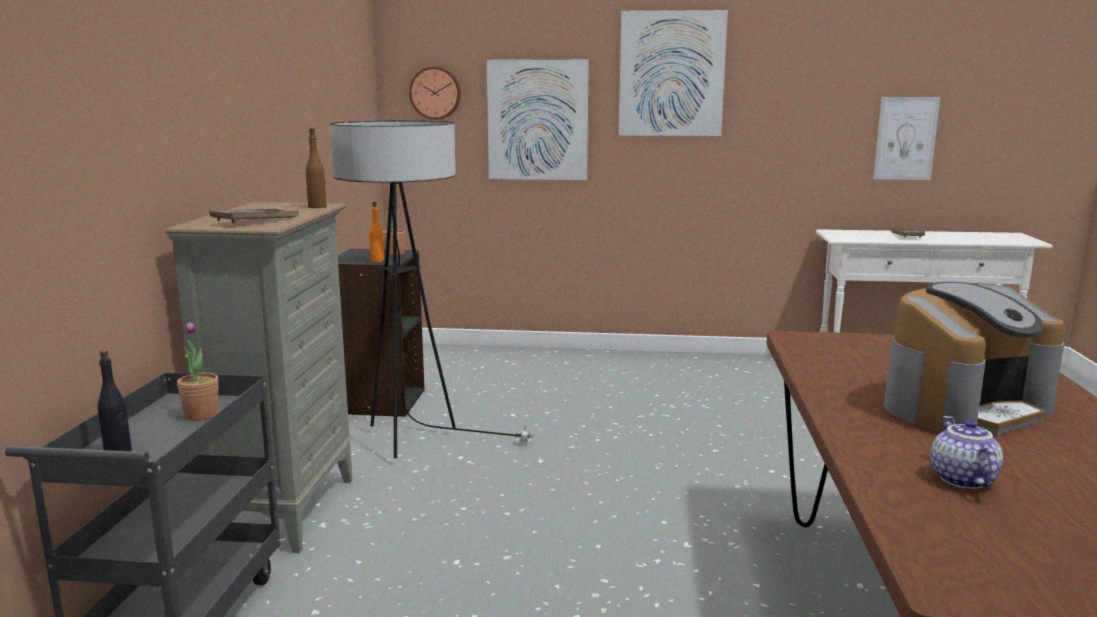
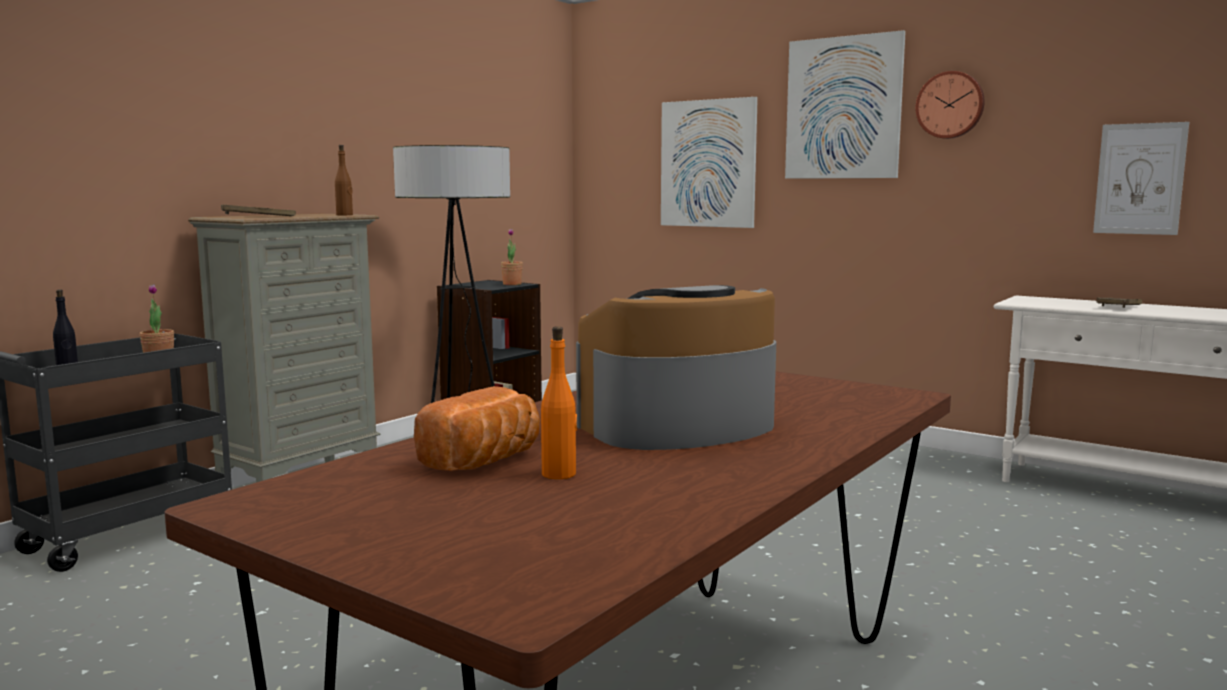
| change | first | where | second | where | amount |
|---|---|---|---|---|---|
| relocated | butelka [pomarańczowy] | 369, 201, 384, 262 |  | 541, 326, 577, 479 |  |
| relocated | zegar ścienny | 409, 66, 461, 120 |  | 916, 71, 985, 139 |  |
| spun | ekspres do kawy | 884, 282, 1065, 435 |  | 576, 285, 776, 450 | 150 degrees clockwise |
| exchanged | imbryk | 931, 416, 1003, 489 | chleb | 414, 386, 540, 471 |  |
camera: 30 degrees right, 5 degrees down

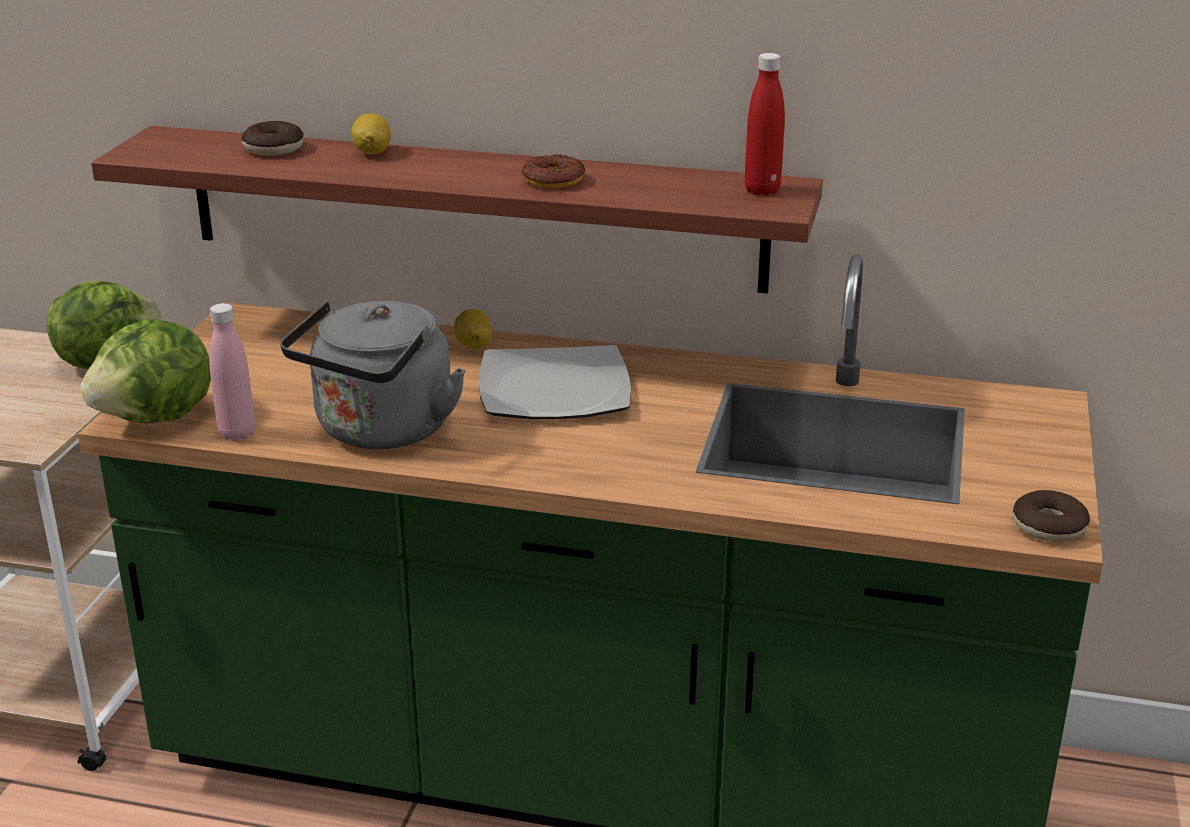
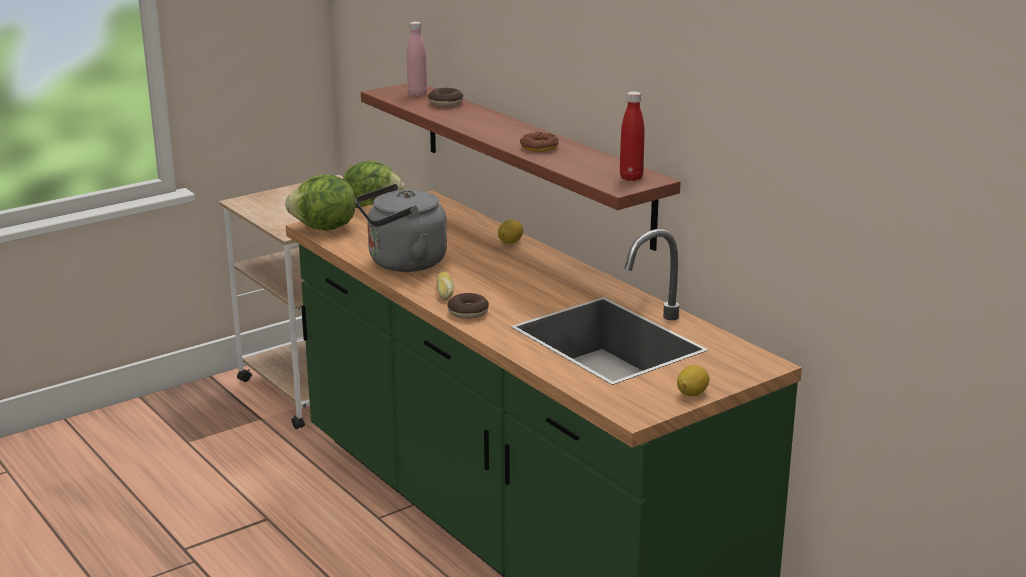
| change | first | where | second | where | amount |
|---|---|---|---|---|---|
| relocated | butelka [różowy] | 209, 303, 255, 441 |  | 407, 22, 427, 96 |  |
| relocated | cytryna | 351, 113, 391, 154 |  | 677, 365, 709, 397 |  |
| missing | talerz | 479, 345, 631, 420 |  |  |  |
| relocated | donut | 1012, 490, 1090, 542 |  | 447, 293, 489, 319 |  |
| appeared |  |  | chleb | 436, 272, 454, 301 |  |
camera: 40 degrees right, 5 degrees down

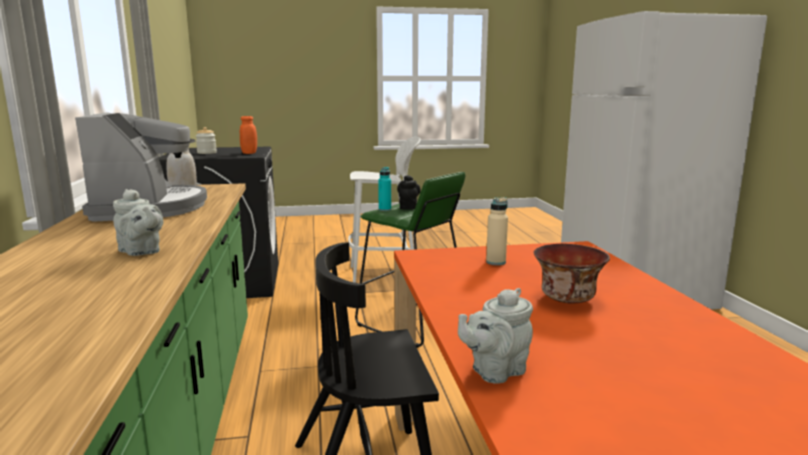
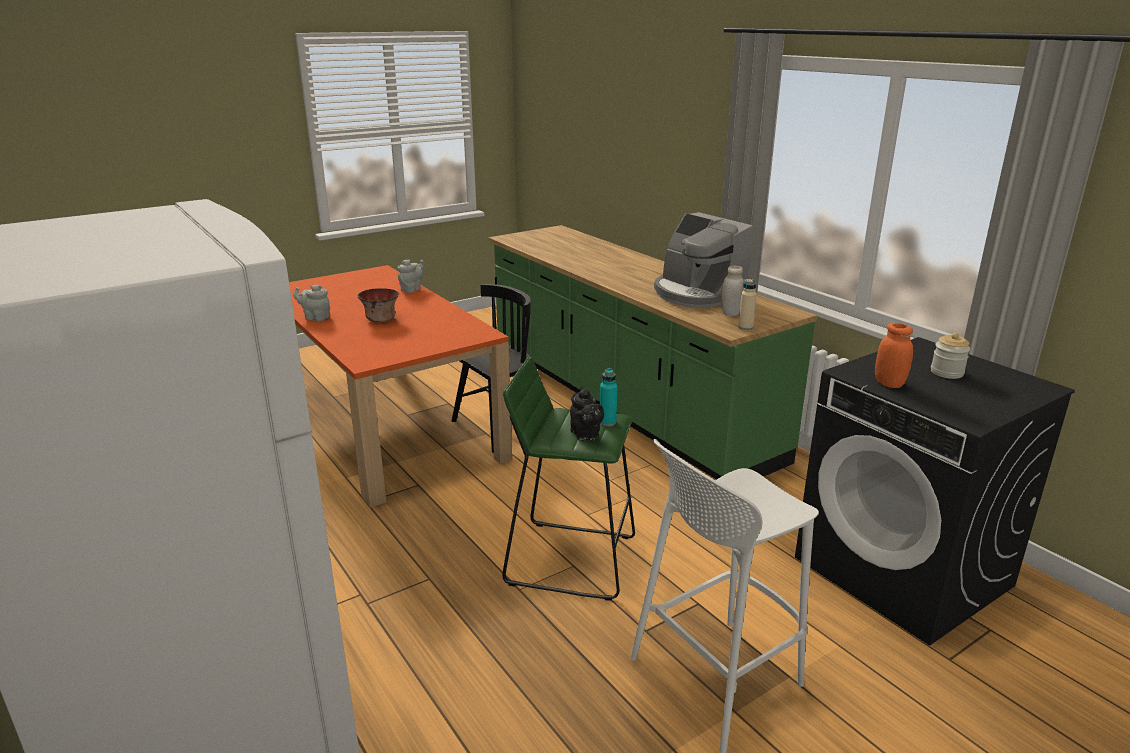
| change | first | where | second | where | amount |
|---|---|---|---|---|---|
| relocated | imbryk [szary] | 113, 189, 163, 256 |  | 293, 284, 330, 321 |  |
| relocated | butelka [beżowy] | 486, 197, 508, 265 |  | 738, 279, 757, 330 |  |
camera: 155 degrees right, 10 degrees up

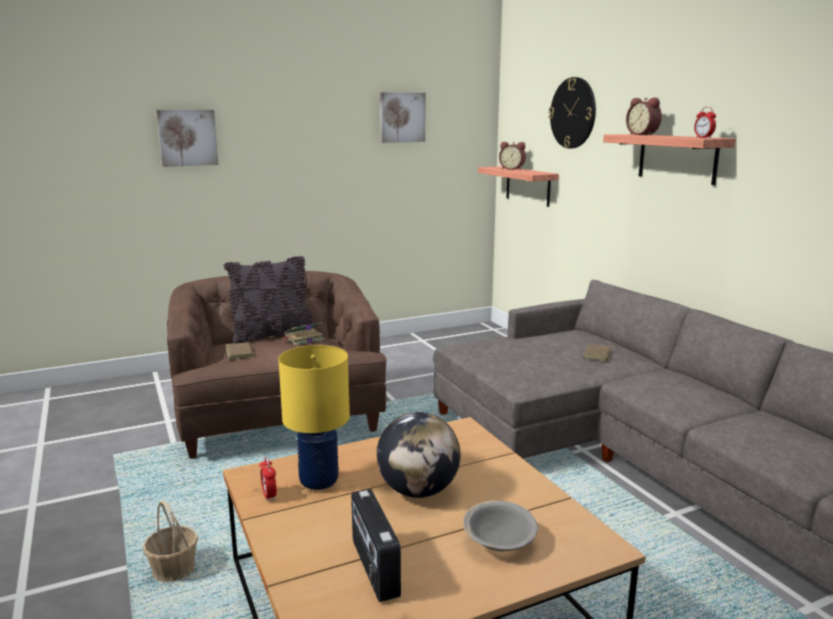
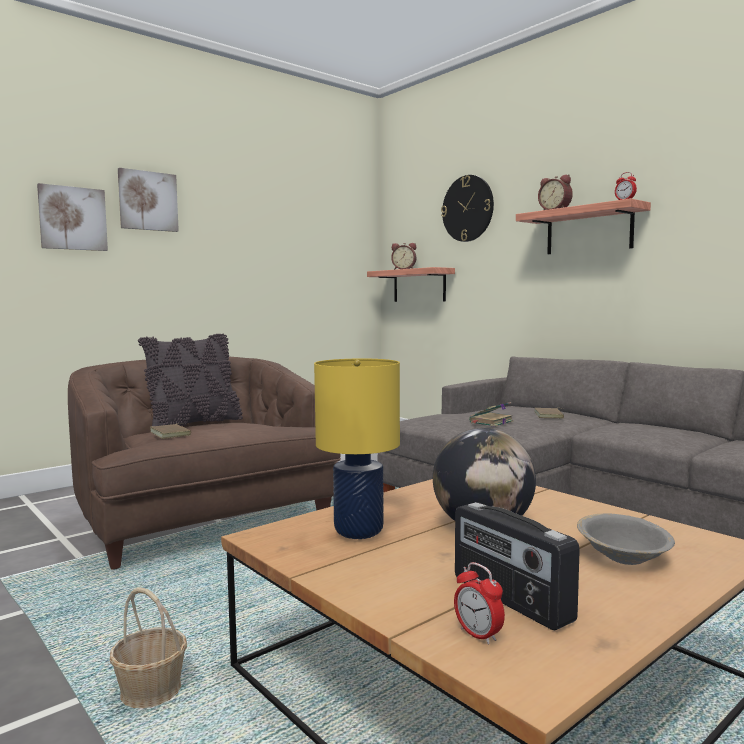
| change | first | where | second | where | amount |
|---|---|---|---|---|---|
| relocated | budzik | 259, 457, 277, 502 |  | 454, 562, 505, 645 |  |
| relocated | książka | 282, 322, 325, 346 |  | 469, 402, 514, 427 |  |
| relocated | obraz | 380, 92, 425, 143 |  | 118, 168, 179, 232 |  |
camera: 15 degrees left, 10 degrees down

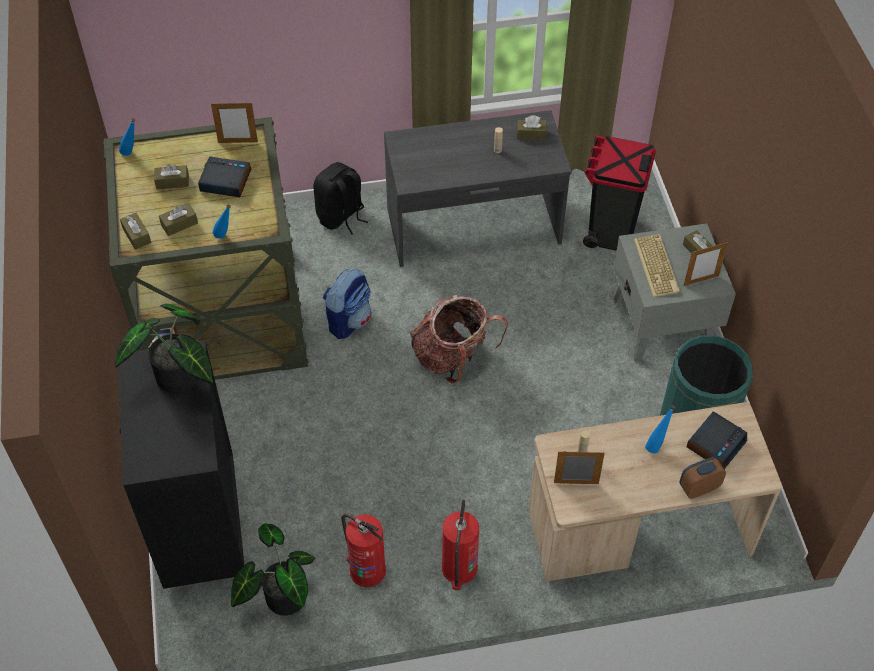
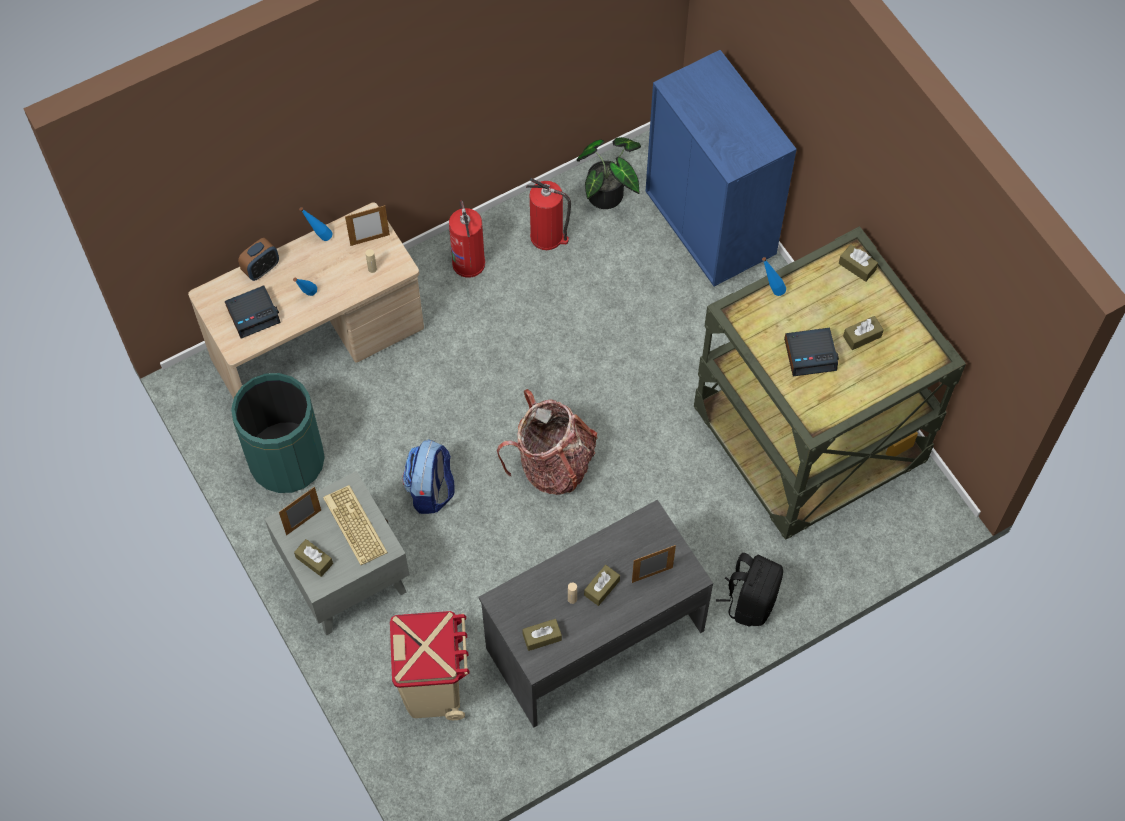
| change | first | where | second | where | amount |
|---|---|---|---|---|---|
| missing | roślina doniczkowa | 115, 304, 214, 393 |  |  |  |
| colour | szafka [czarny] | 118, 341, 244, 589 | szafka [niebieski] | 646, 50, 797, 287 |  |
| relocated | butelka [niebieski] | 119, 118, 136, 156 |  | 299, 207, 332, 241 |  |
| relocated | pudełko chusteczek [brązowy] | 159, 203, 198, 236 |  | 584, 565, 620, 606 |  |
| relocated | ramka na zdjęcie | 211, 102, 258, 143 |  | 632, 545, 676, 583 |  |
| relocated | plecak | 323, 269, 371, 339 |  | 402, 439, 454, 514 |  |
| colour | kosz na śmieci [czarny] | 583, 135, 656, 251 | kosz na śmieci [beżowy] | 390, 611, 469, 720 |  |
| spun | budzik | 687, 412, 747, 469 |  | 225, 286, 281, 339 | 135 degrees counterclockwise |
camera: 160 degrees right, 10 degrees up

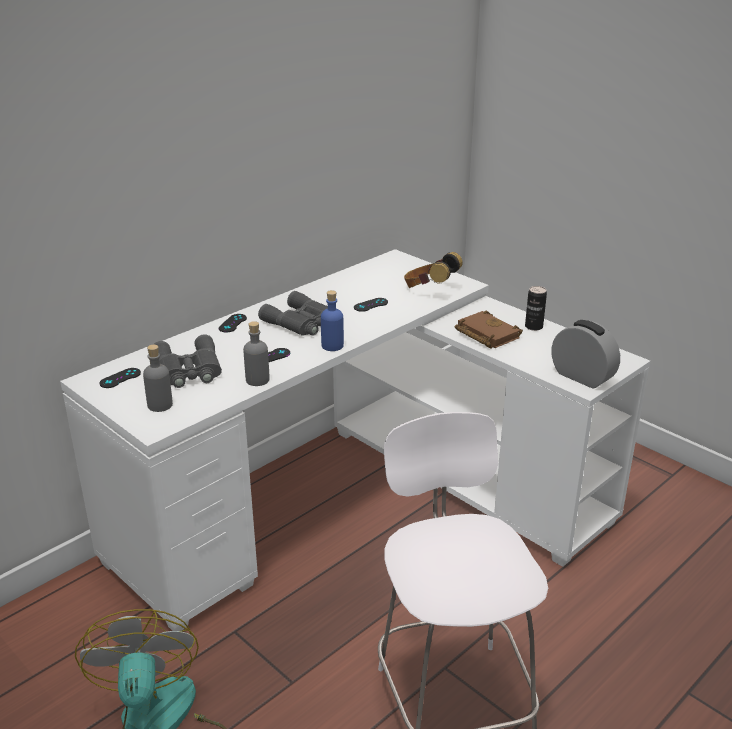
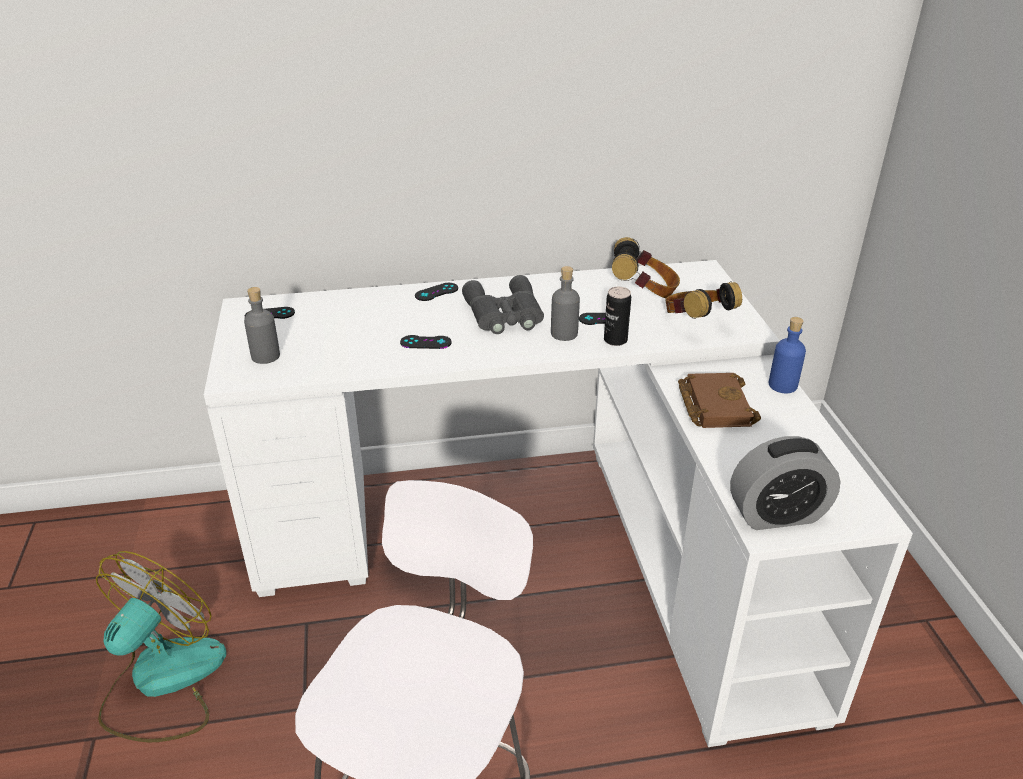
| change | first | where | second | where | amount |
|---|---|---|---|---|---|
| missing | lornetka [szary] | 153, 334, 222, 388 |  |  |  |
| relocated | butelka [szary] | 243, 321, 270, 386 |  | 551, 266, 580, 341 |  |
| relocated | butelka [niebieski] | 321, 290, 344, 351 |  | 769, 317, 806, 393 |  |
| relocated | puszka | 525, 286, 547, 331 |  | 604, 287, 631, 346 |  |
| spun | budzik | 552, 320, 620, 389 |  | 730, 436, 840, 530 | 90 degrees clockwise |
| appeared |  |  | słuchawki | 612, 237, 680, 298 |  |
camera: 35 degrees right, 5 degrees up

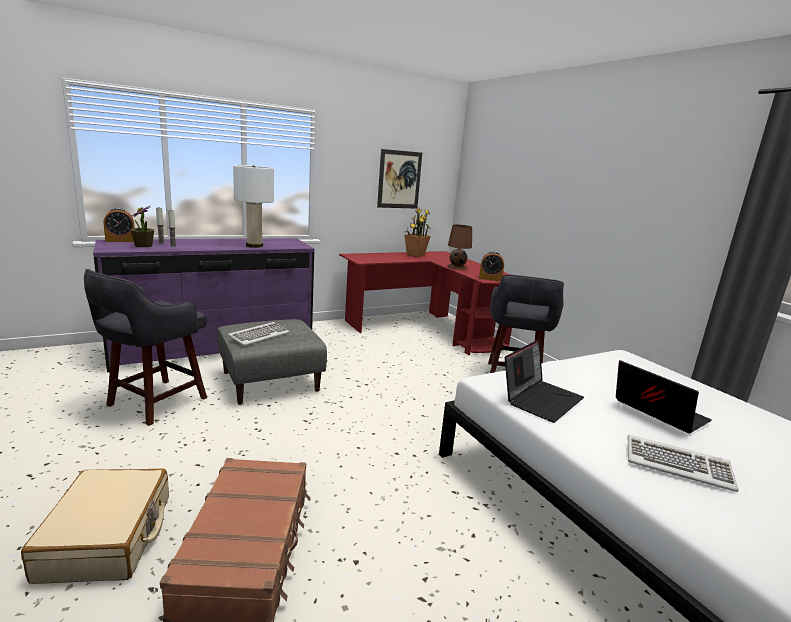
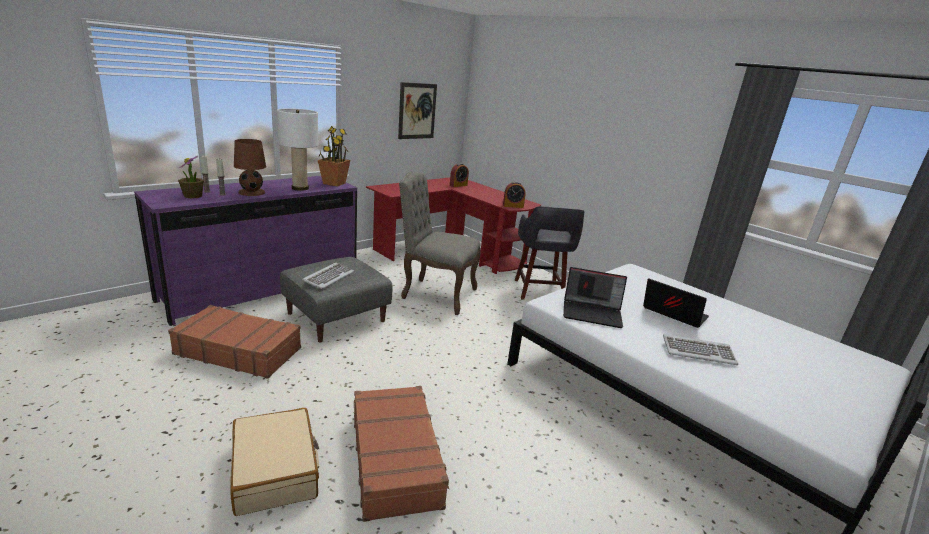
| change | first | where | second | where | amount |
|---|---|---|---|---|---|
| exchanged | stołek [szary] | 84, 269, 207, 426 | walizka [brązowy] | 168, 305, 301, 379 |  |
| relocated | budzik | 104, 208, 135, 242 |  | 450, 163, 469, 187 |  |
| relocated | roślina doniczkowa | 404, 207, 430, 257 |  | 318, 126, 350, 187 |  |
| relocated | lampa stołowa [brązowy] | 447, 225, 472, 270 |  | 234, 139, 266, 196 |  |
| spun | laptop | 505, 340, 584, 423 |  | 563, 267, 627, 328 | 75 degrees clockwise |
| appeared |  |  | krzesło [szary] | 399, 172, 481, 315 |  |
camera: 15 degrees left, 5 degrees up

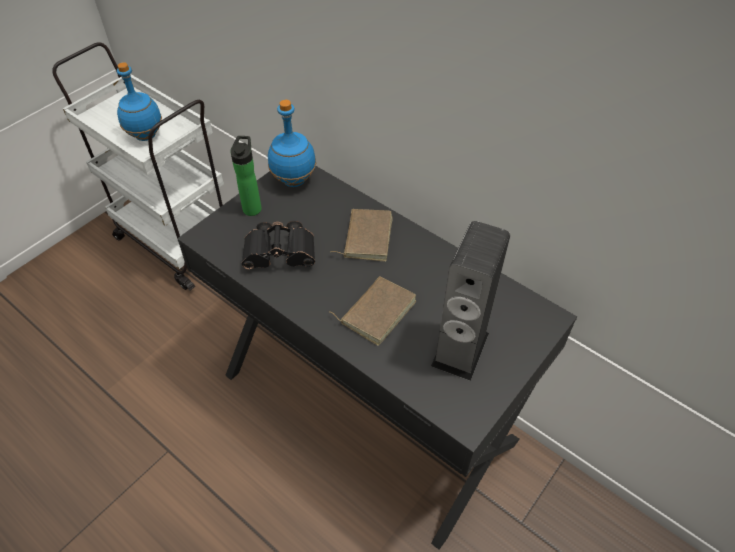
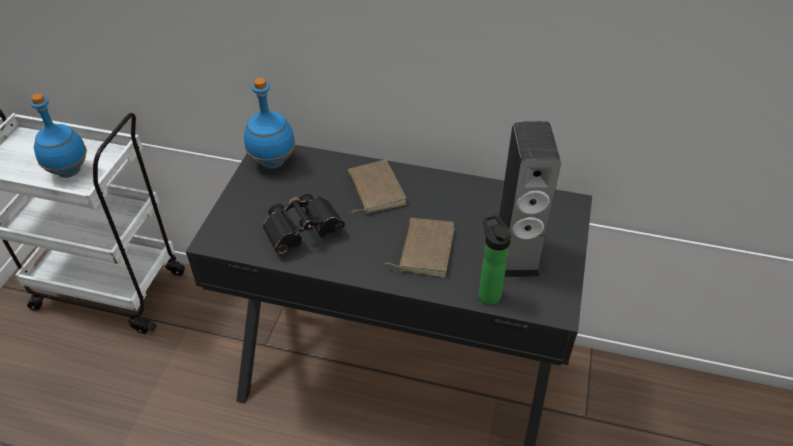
| change | first | where | second | where | amount |
|---|---|---|---|---|---|
| relocated | butelka | 230, 136, 262, 216 |  | 478, 215, 511, 305 |  |
camera: 25 degrees left, 5 degrees down

